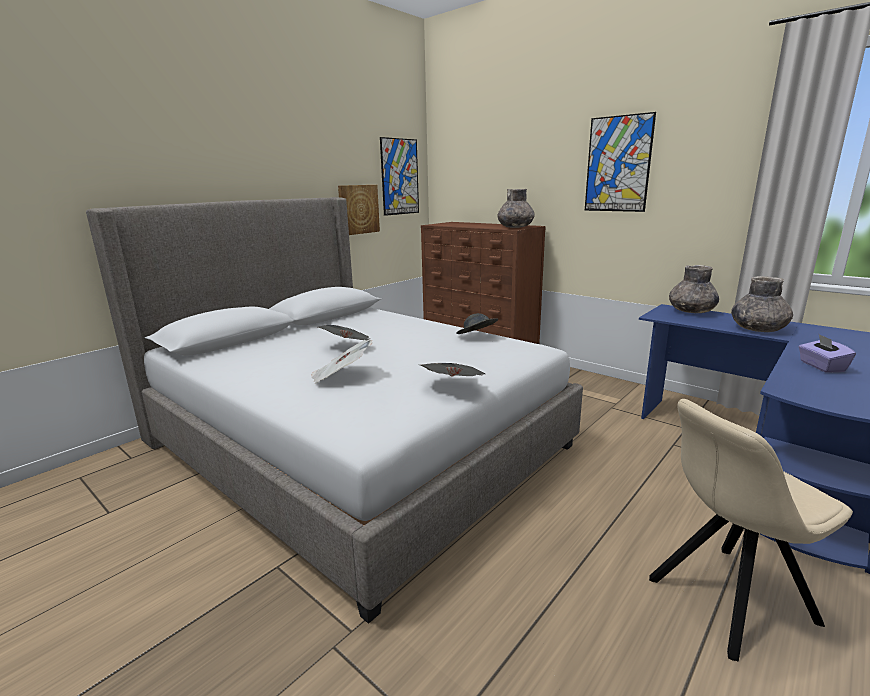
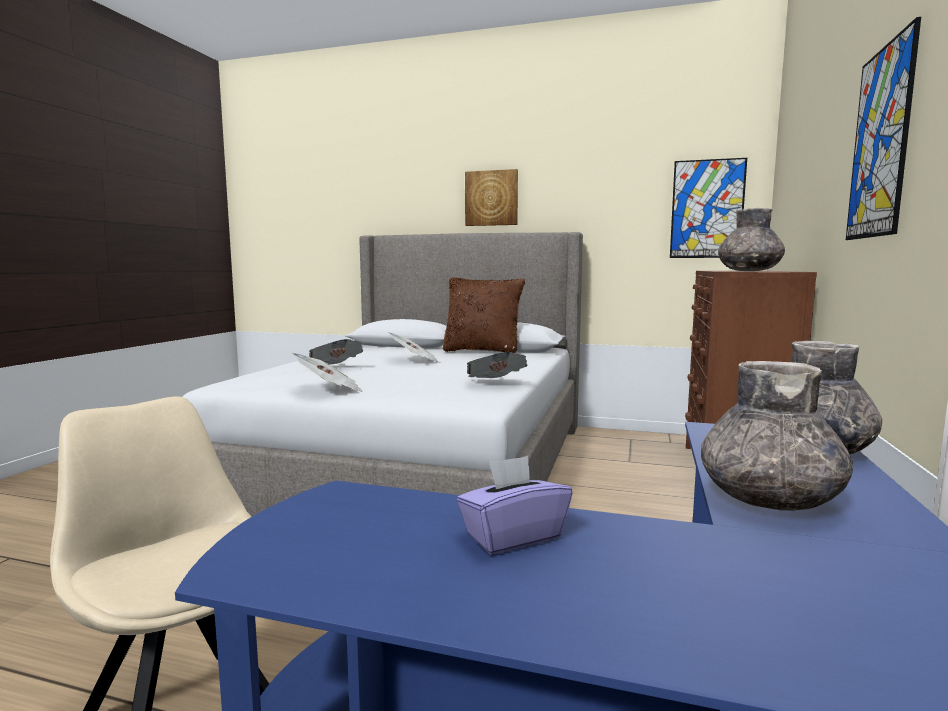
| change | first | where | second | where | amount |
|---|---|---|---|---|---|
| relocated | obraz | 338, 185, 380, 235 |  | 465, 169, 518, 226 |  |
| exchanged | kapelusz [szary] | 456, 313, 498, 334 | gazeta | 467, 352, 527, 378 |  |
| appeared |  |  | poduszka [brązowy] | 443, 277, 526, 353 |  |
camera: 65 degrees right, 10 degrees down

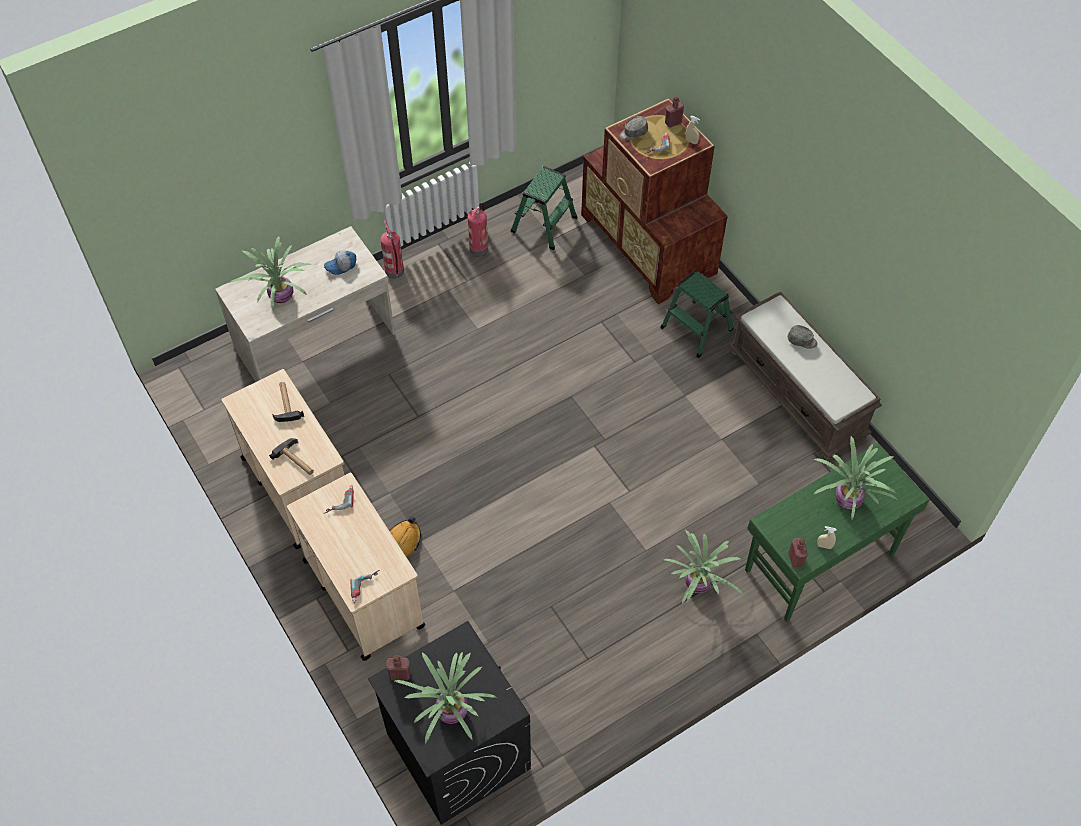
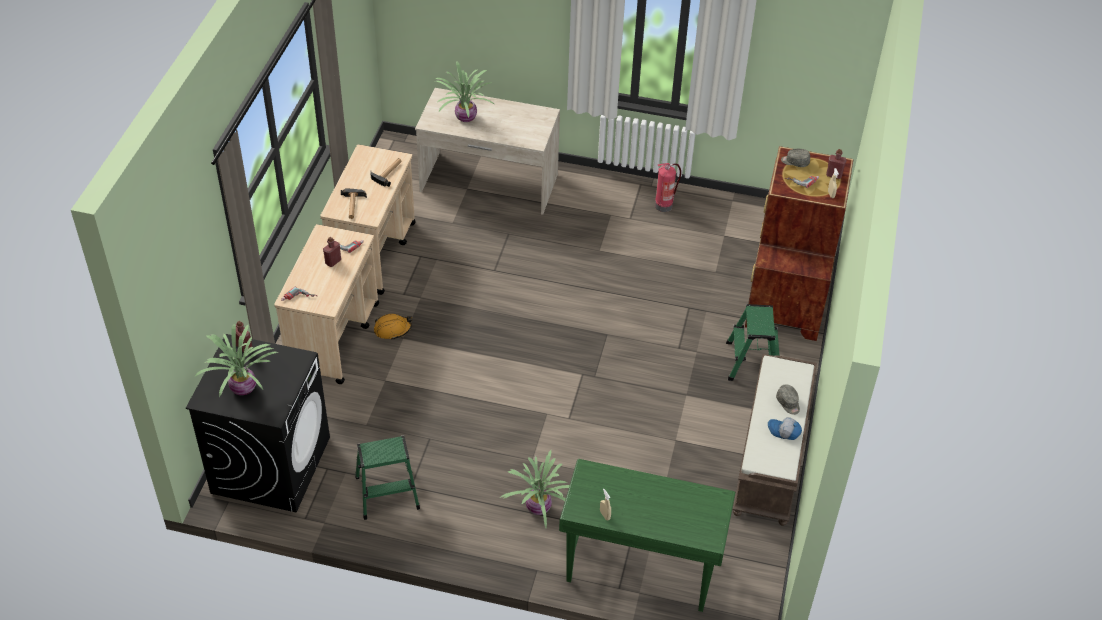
| change | first | where | second | where | amount |
|---|---|---|---|---|---|
| relocated | czapka z daszkiem | 324, 251, 356, 275 |  | 768, 417, 802, 440 |  |
| missing | gaśnica | 380, 221, 404, 279 |  |  |  |
| relocated | drabinka [zielony] | 510, 166, 578, 250 |  | 355, 436, 420, 520 |  |
| relocated | butelka [czerwony] | 788, 538, 808, 567 |  | 323, 237, 341, 267 |  |
| missing | roślina doniczkowa | 814, 436, 898, 519 |  |  |  |
camera: 45 degrees right, 10 degrees down

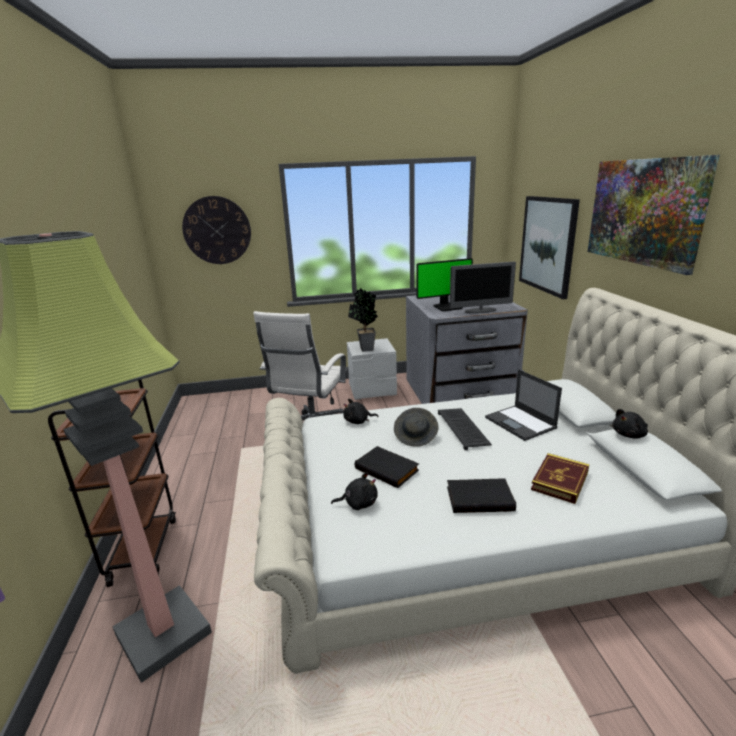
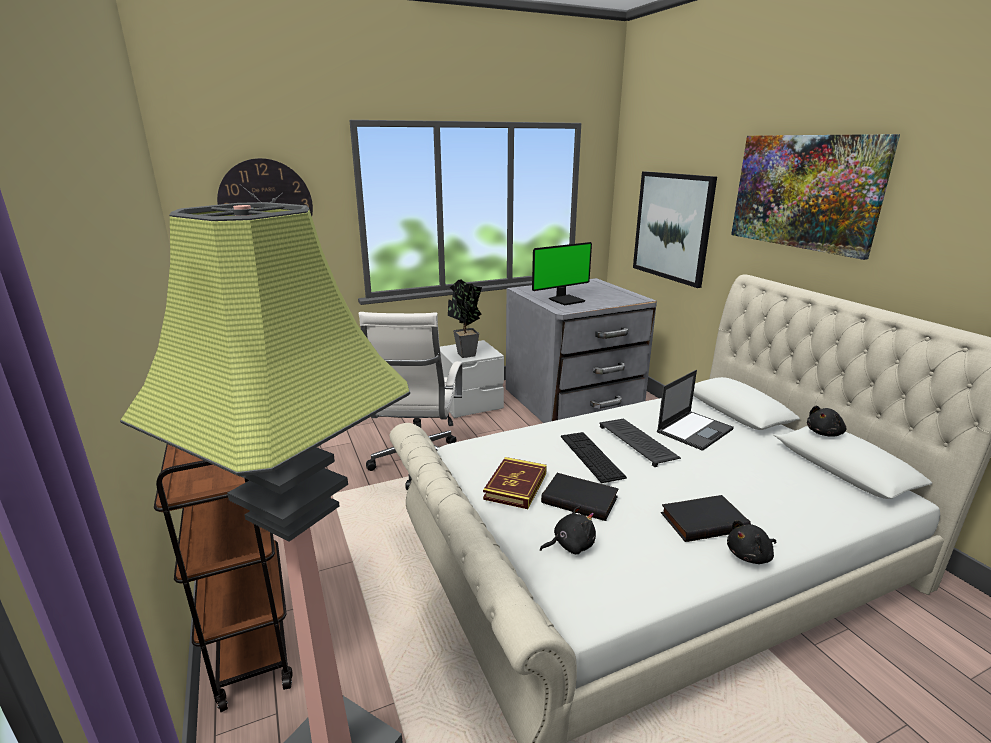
| change | first | where | second | where | amount |
|---|---|---|---|---|---|
| relocated | pluszak [czarny] | 343, 399, 379, 424 |  | 727, 520, 776, 564 |  |
| exchanged | kapelusz [szary] | 394, 408, 439, 447 | klawiatura | 561, 432, 627, 483 |  |
| missing | monitor | 450, 262, 516, 314 |  |  |  |
| spun | laptop | 485, 369, 562, 441 |  | 657, 370, 734, 451 | 90 degrees counterclockwise |
| relocated | książka | 531, 453, 589, 504 |  | 483, 457, 547, 509 |  |
camera: 15 degrees left, 0 degrees up

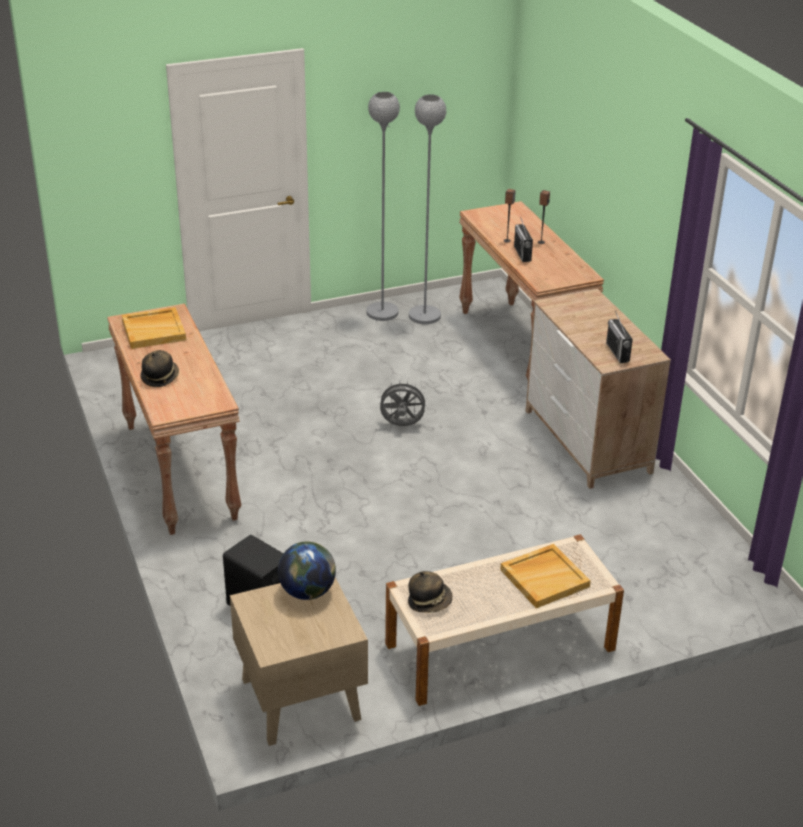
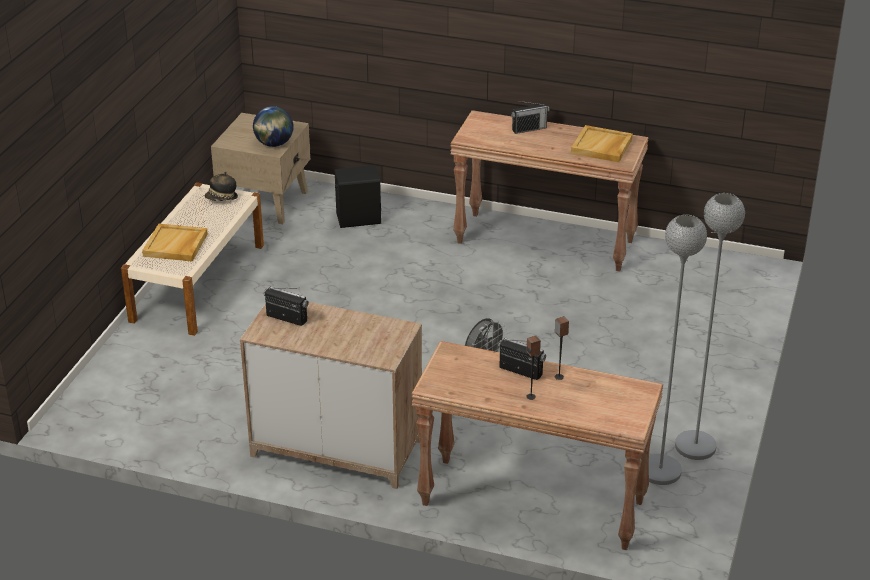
| change | first | where | second | where | amount |
|---|---|---|---|---|---|
| exchanged | kapelusz | 140, 350, 179, 387 | radio | 511, 101, 550, 134 |  |
camera: 130 degrees right, 0 degrees up

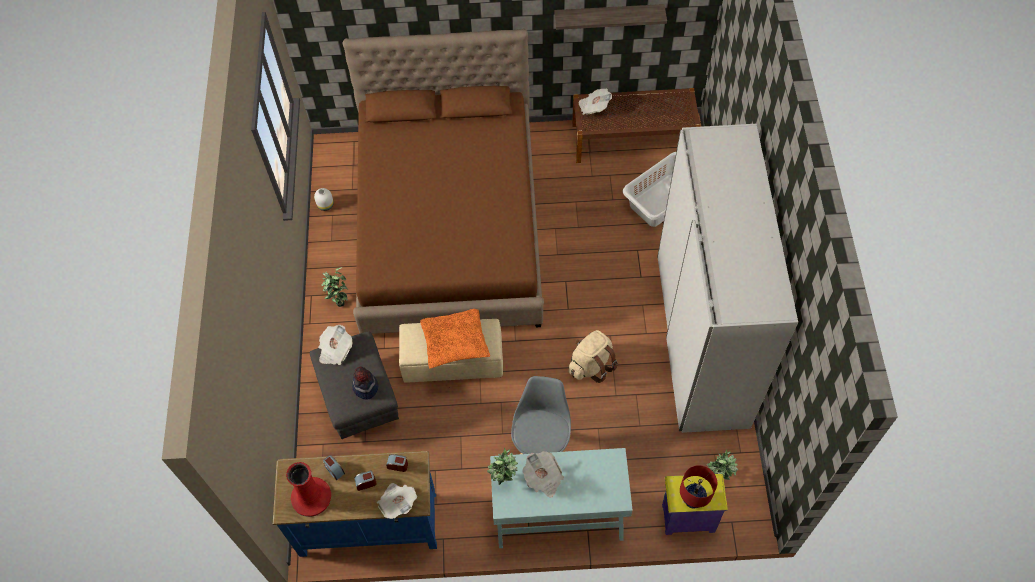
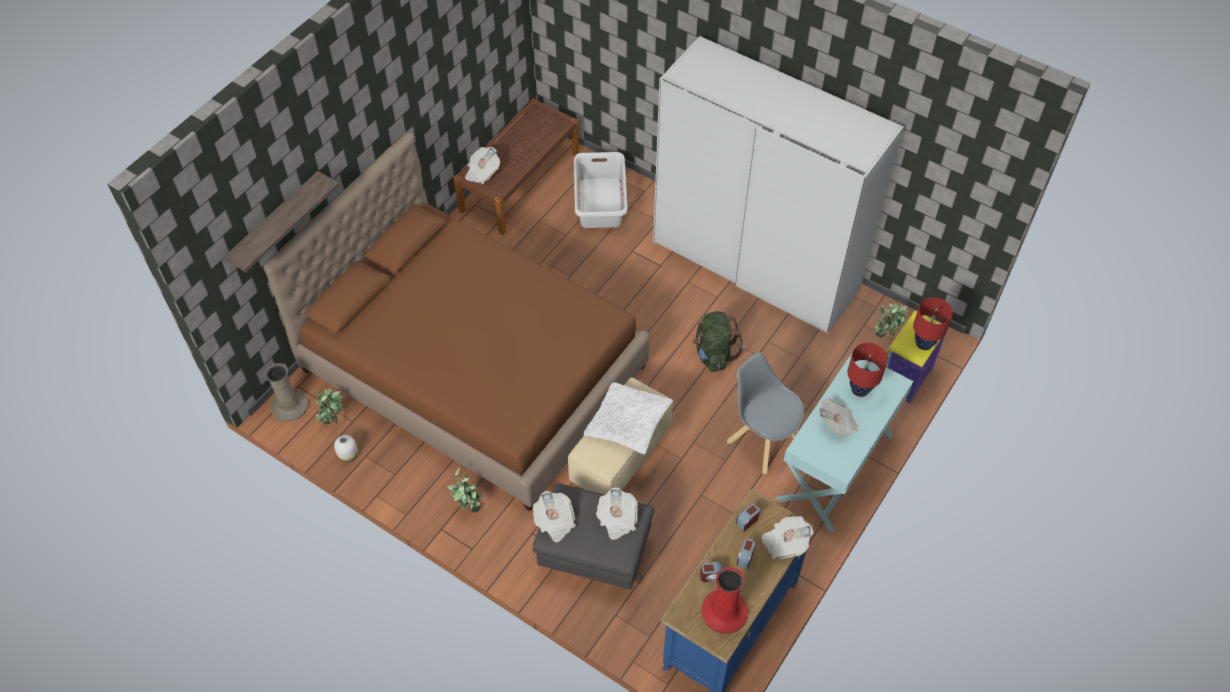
| change | first | where | second | where | amount |
|---|---|---|---|---|---|
| exchanged | kapelusz | 352, 367, 378, 399 | gazeta | 596, 488, 638, 540 |  |
| colour | poduszka [pomarańczowy] | 420, 309, 490, 369 | poduszka [biały] | 584, 383, 673, 454 |  |
| relocated | roślina doniczkowa | 487, 448, 518, 485 |  | 315, 388, 344, 424 |  |
| relocated | półka | 554, 4, 667, 30 |  | 224, 171, 339, 272 |  |
| colour | plecak [beżowy] | 569, 330, 618, 383 | plecak [zielony] | 693, 311, 744, 372 |  |
| appeared |  |  | wazon [beżowy] | 265, 363, 308, 422 |  |
| appeared |  |  | lampa stołowa [czerwony] | 848, 343, 888, 397 |  |
camera: 55 degrees left, 5 degrees down

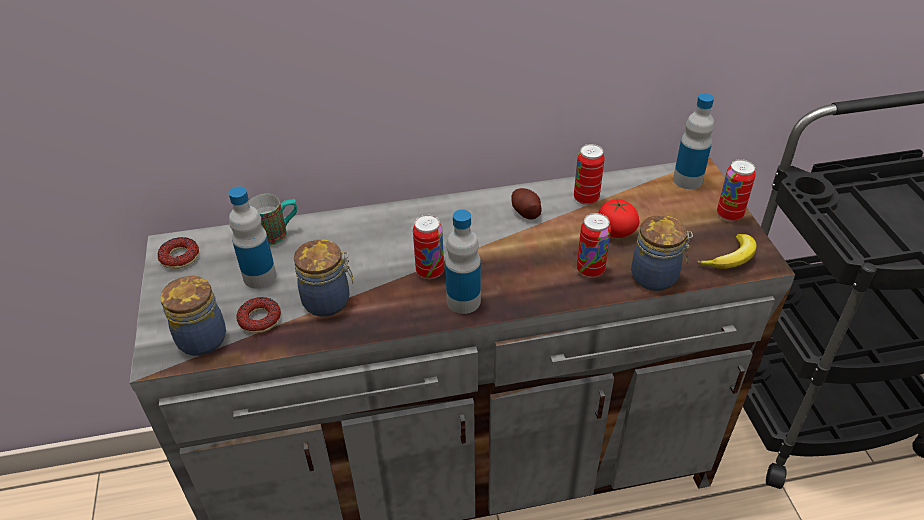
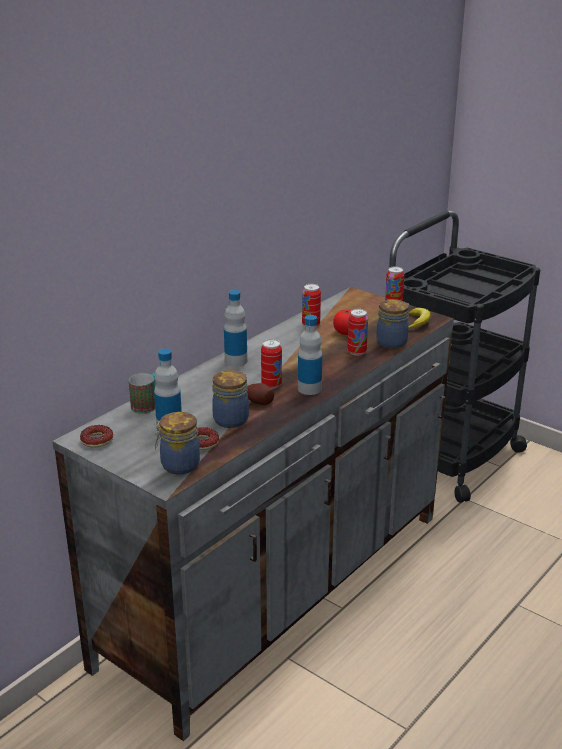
| change | first | where | second | where | amount |
|---|---|---|---|---|---|
| relocated | ziemniak | 511, 188, 542, 219 |  | 247, 383, 274, 405 |  |
| relocated | butelka | 673, 93, 714, 189 |  | 224, 290, 247, 367 |  |
camera: 40 degrees left, 15 degrees down

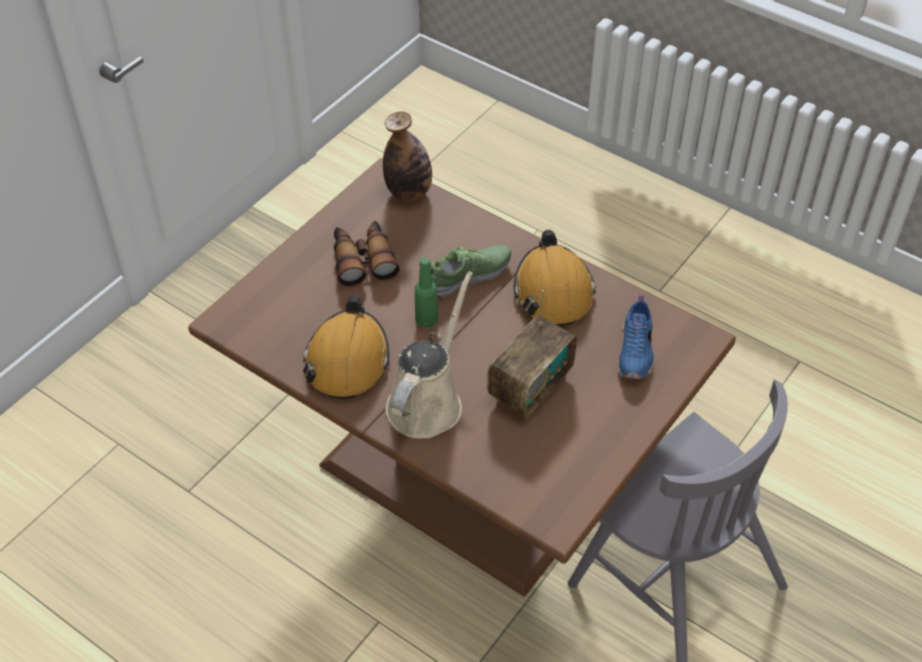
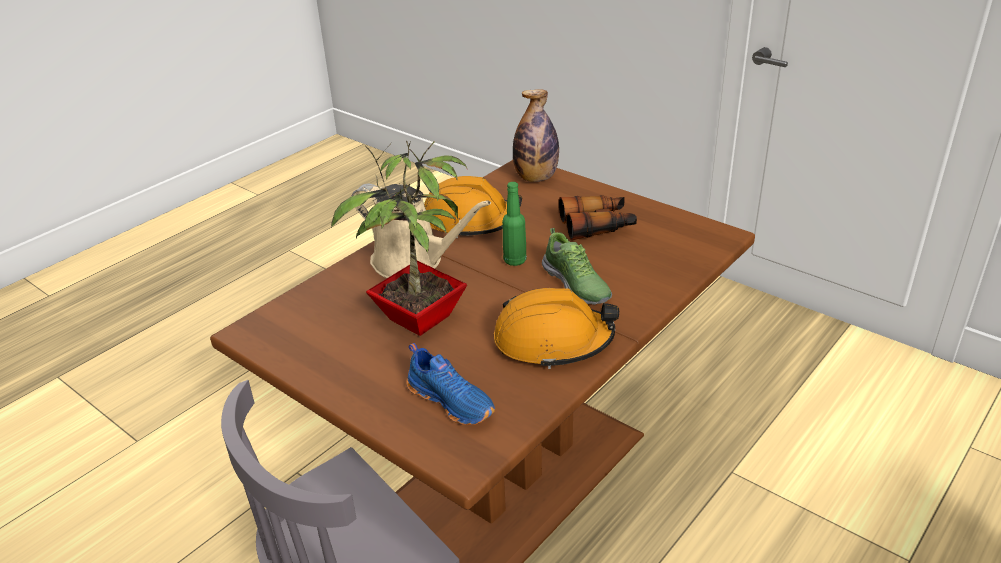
| change | first | where | second | where | amount |
|---|---|---|---|---|---|
| relocated | butelka | 383, 111, 432, 201 |  | 513, 89, 559, 182 |  |
| exchanged | radio | 487, 290, 577, 419 | roślina doniczkowa | 331, 141, 467, 336 |  |
| spun | but [niebieski] | 618, 294, 654, 379 |  | 406, 343, 495, 425 | 150 degrees counterclockwise |
camera: 95 degrees right, 15 degrees down

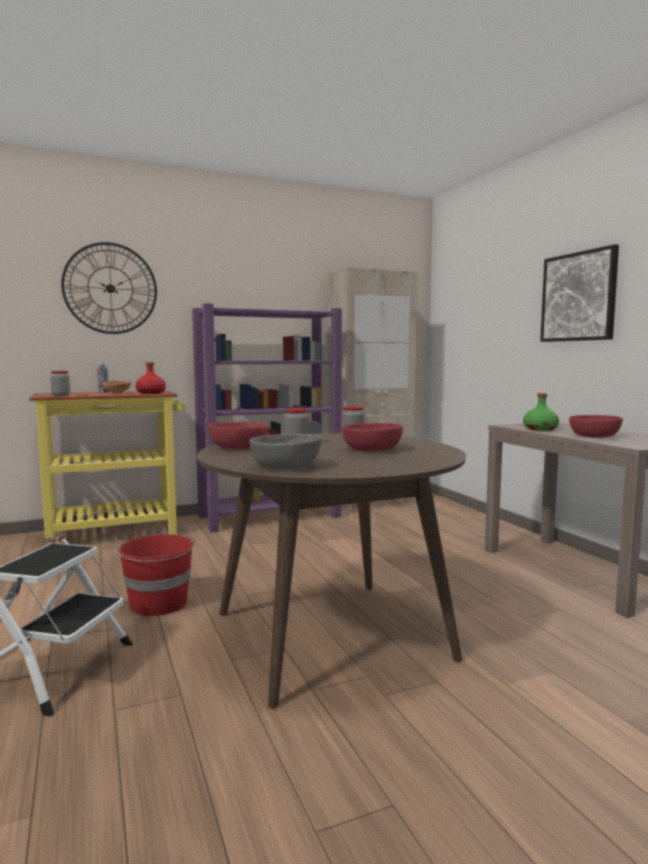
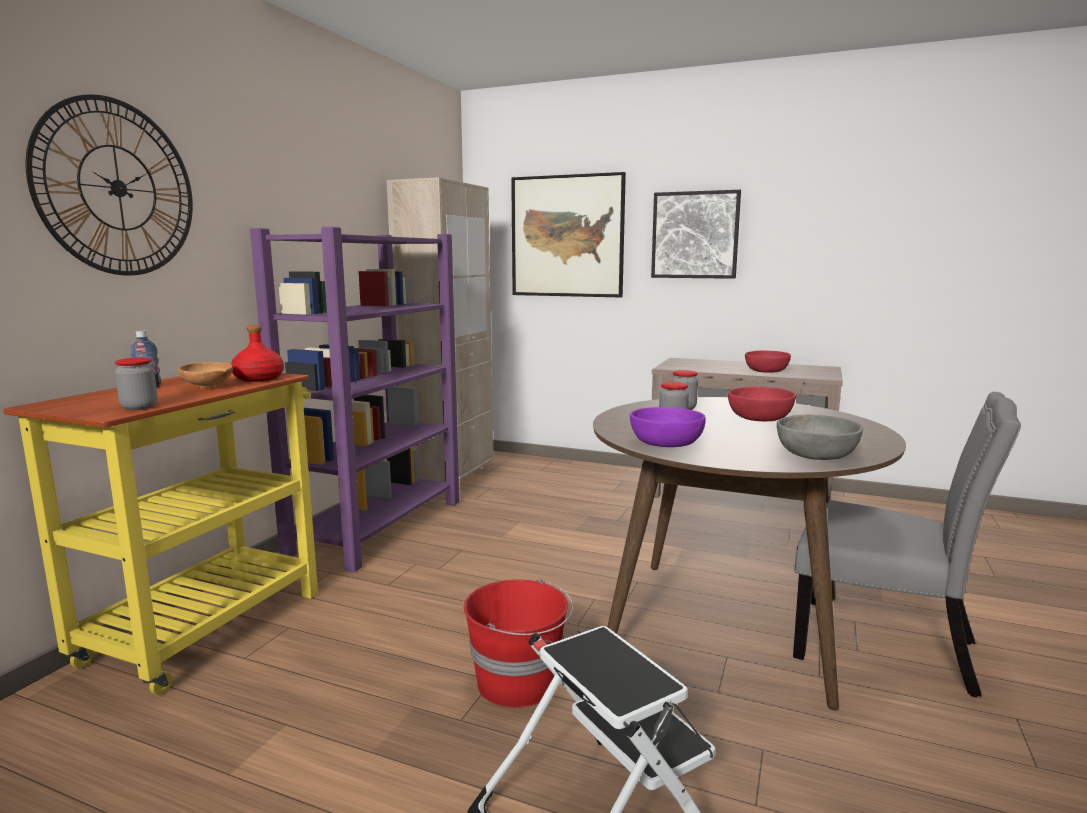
| change | first | where | second | where | amount |
|---|---|---|---|---|---|
| colour | miska [czerwony] | 209, 422, 269, 450 | miska [fioletowy] | 630, 407, 706, 447 |  |
| missing | butelka [zielony] | 523, 393, 559, 431 |  |  |  |
| appeared |  |  | obraz | 511, 172, 626, 297 |  |
| appeared |  |  | krzesło [szary] | 793, 392, 1021, 697 |  |
camera: 45 degrees left, 5 degrees up

